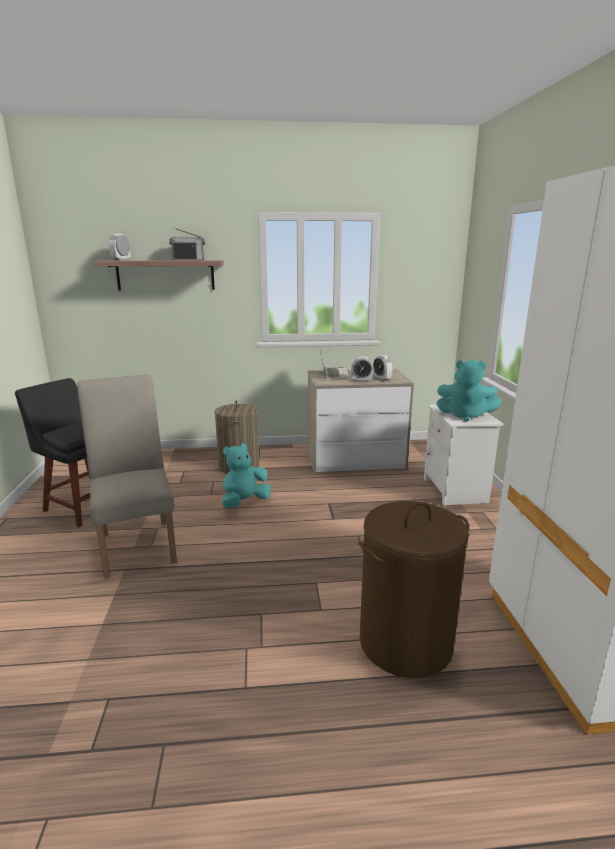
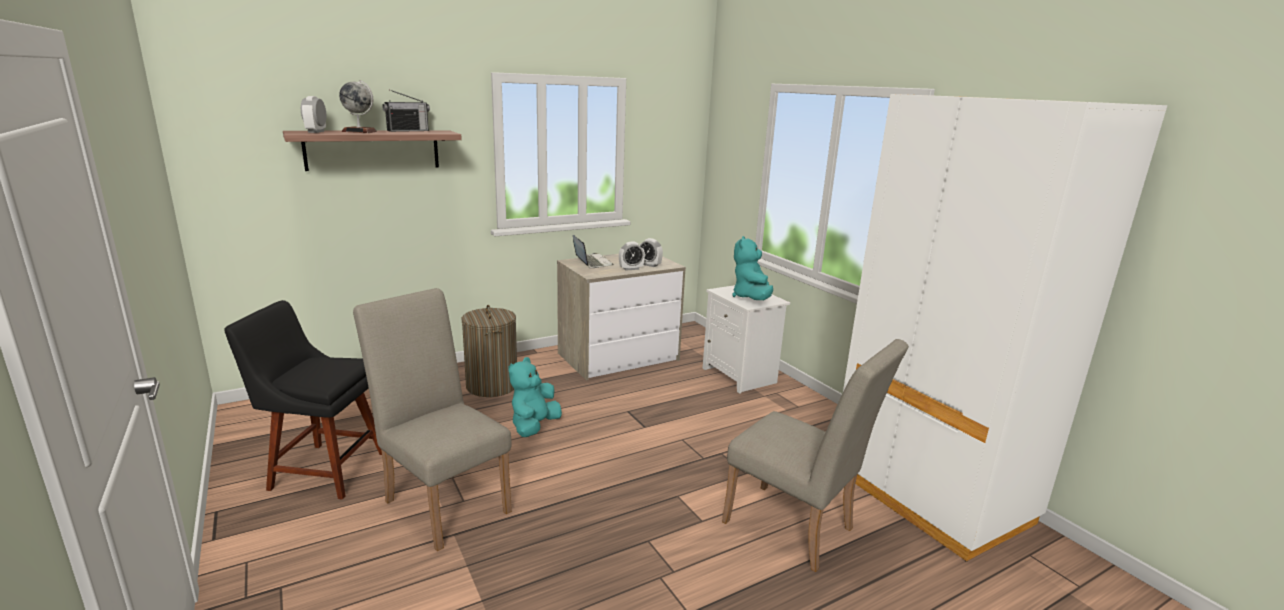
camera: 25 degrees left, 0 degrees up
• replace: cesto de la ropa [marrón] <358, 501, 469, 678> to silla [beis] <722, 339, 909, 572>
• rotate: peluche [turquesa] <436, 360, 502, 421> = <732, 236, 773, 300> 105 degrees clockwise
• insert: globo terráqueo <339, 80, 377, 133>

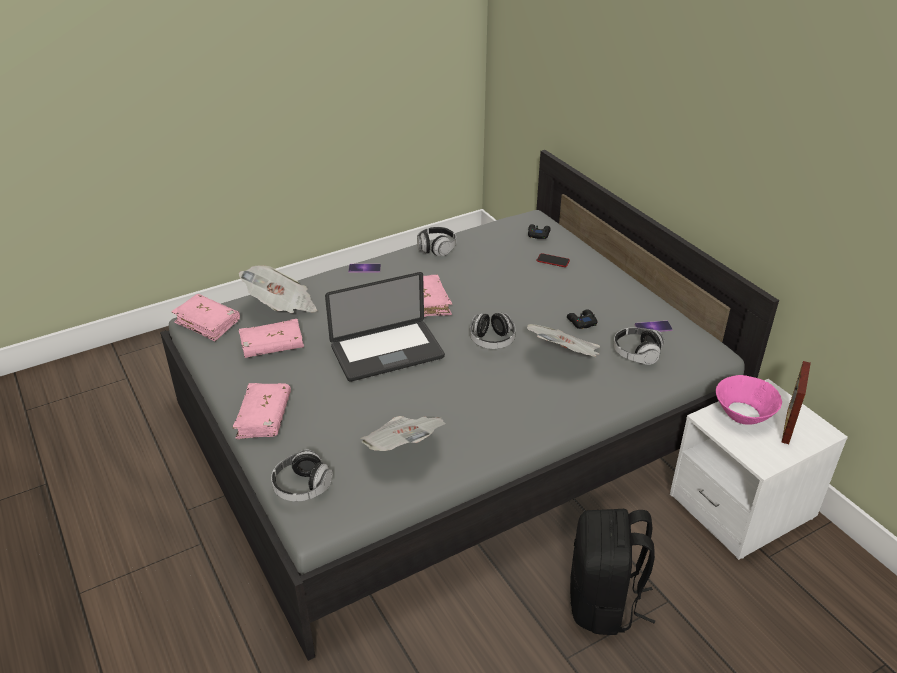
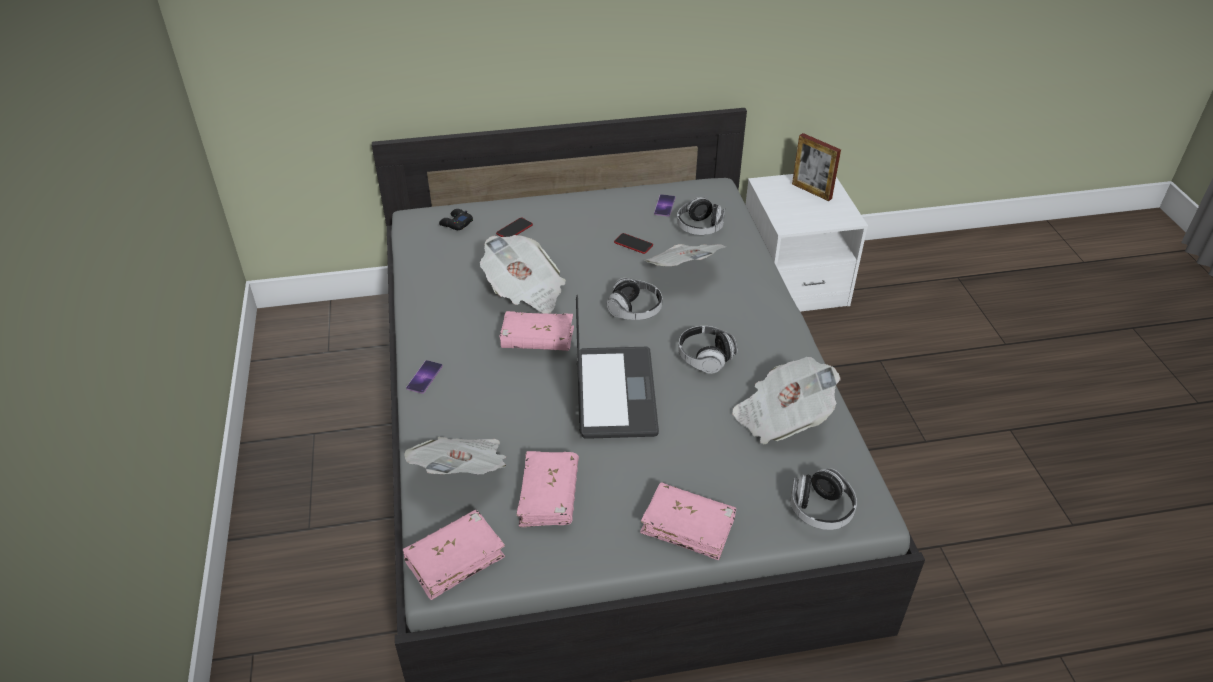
camera: 70 degrees left, 5 degrees up
• move: auriculares <417, 227, 456, 256> to <678, 326, 738, 374>
• replace: mando de consola [negro] <567, 309, 597, 329> to móvil <614, 233, 653, 254>
• delete: mochila [negro] <570, 509, 655, 635>
• delete: cuenco [rosa] <716, 375, 782, 425>
• insert: periódico <480, 235, 566, 314>

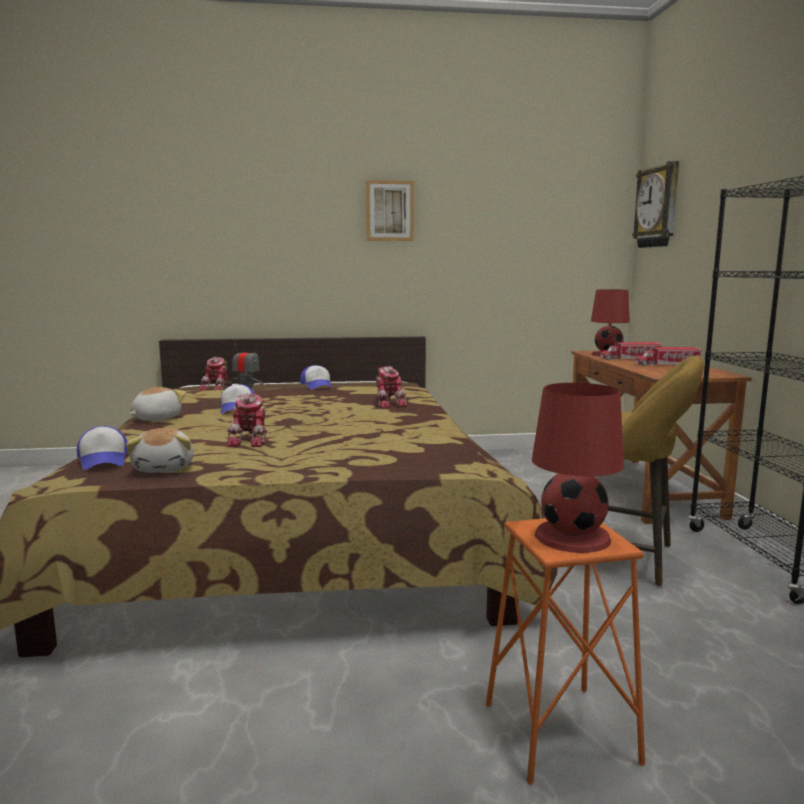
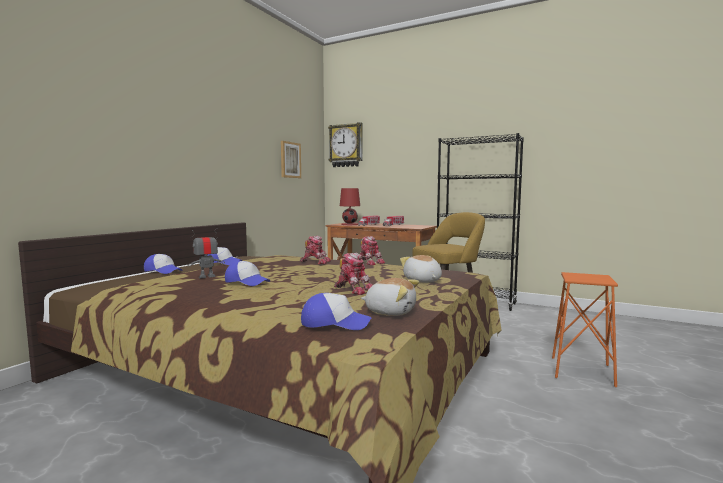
camera: 55 degrees left, 5 degrees down
• move: peluche <130, 387, 186, 421> to <400, 255, 442, 282>
• move: robot de juguete <198, 357, 232, 391> to <360, 236, 385, 265>
• move: cuadro <366, 180, 414, 241> to <281, 141, 301, 178>
• delete: lámpara de mesa [rojo] <532, 383, 624, 553>
• insert: gorra <144, 254, 182, 274>

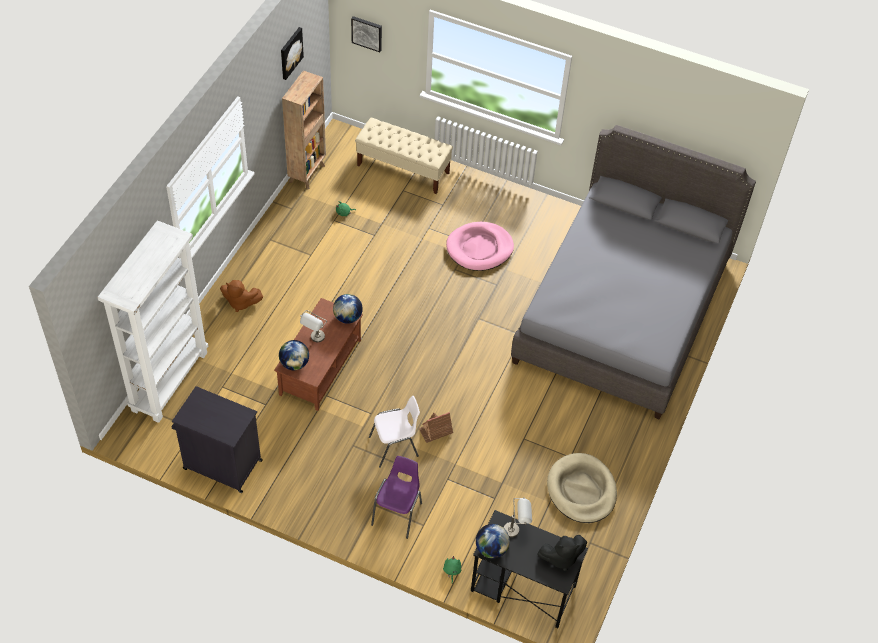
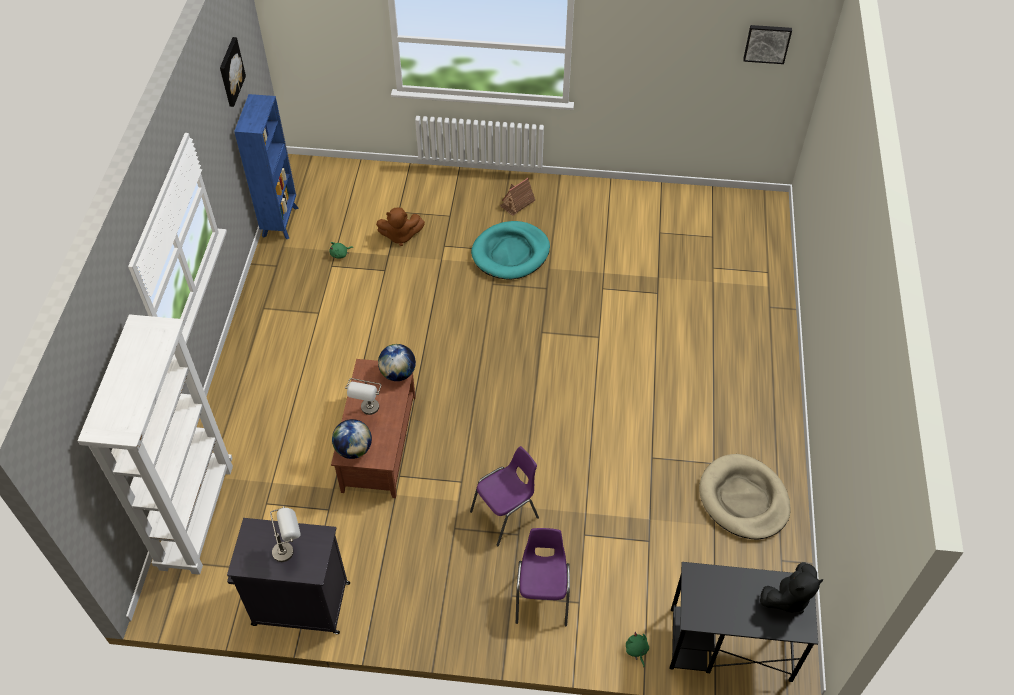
camera: 15 degrees left, 0 degrees up
• move: peluche [marrón] <220, 280, 263, 312> to <376, 207, 425, 246>
• recolor: estantería [marrón] <282, 70, 326, 190> to estantería [azul] <234, 94, 299, 239>
• move: cuadro <351, 16, 382, 52> to <743, 25, 792, 64>
• delete: banco [beis] <355, 117, 453, 194>
• recolor: silla [blanco] <369, 396, 420, 468> to silla [morado] <470, 446, 539, 546>
• move: casita <419, 412, 453, 443> to <500, 178, 535, 216>
• recolor: cama para perro [rosa] <446, 222, 514, 271> to cama para perro [turquesa] <471, 221, 550, 280>
• delete: globo terráqueo <476, 524, 510, 558>
• move: lámpara de mesa [gris] <504, 497, 532, 537> to <270, 506, 301, 562>
• delete: cama [gris] <511, 125, 756, 419>

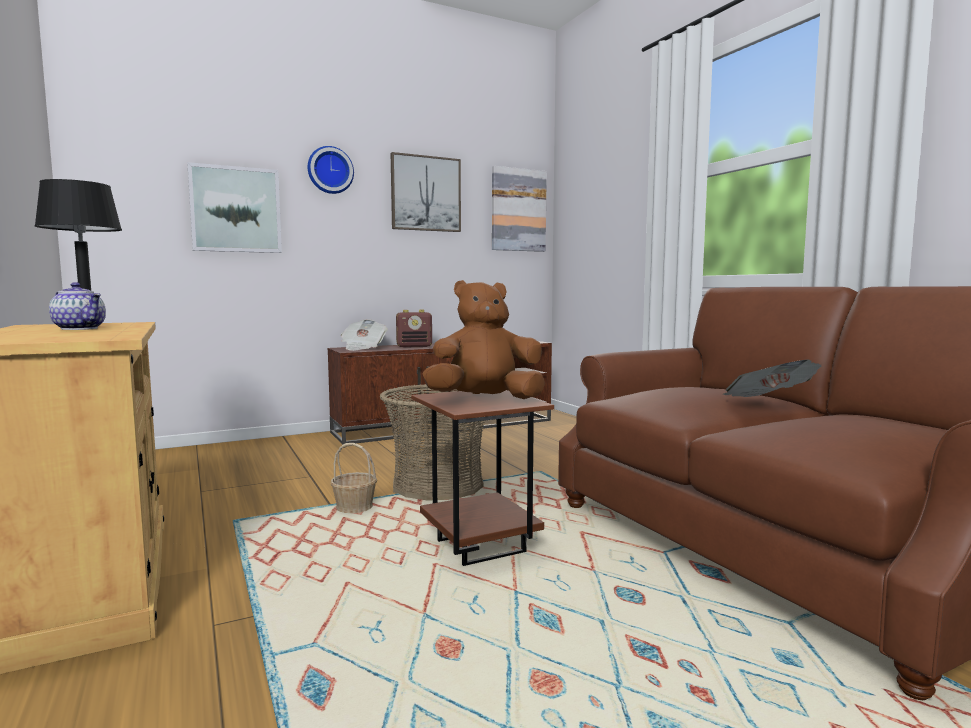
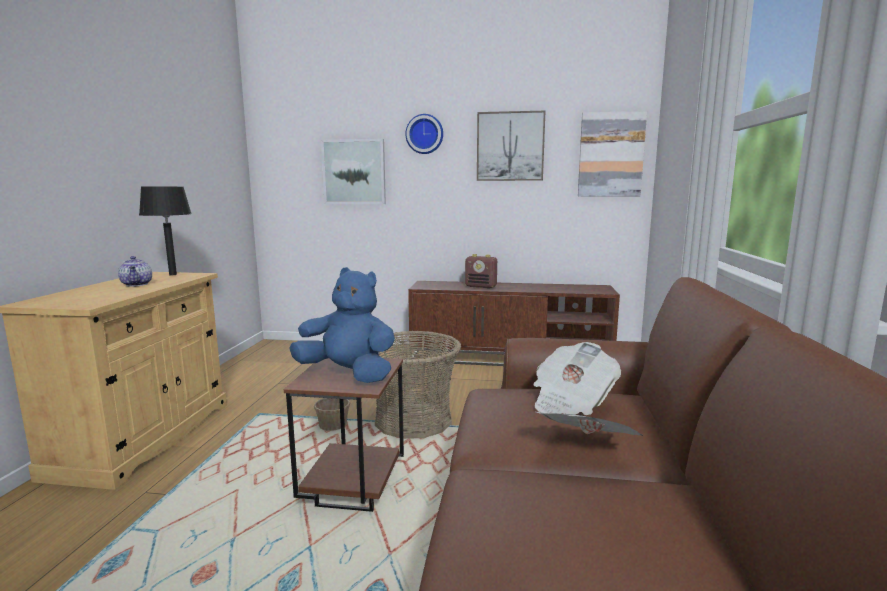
camera: 35 degrees right, 5 degrees up
• move: periódico <341, 319, 388, 351> to <533, 342, 621, 415>
• recolor: peluche [marrón] <422, 280, 545, 399> to peluche [azul] <289, 267, 395, 383>

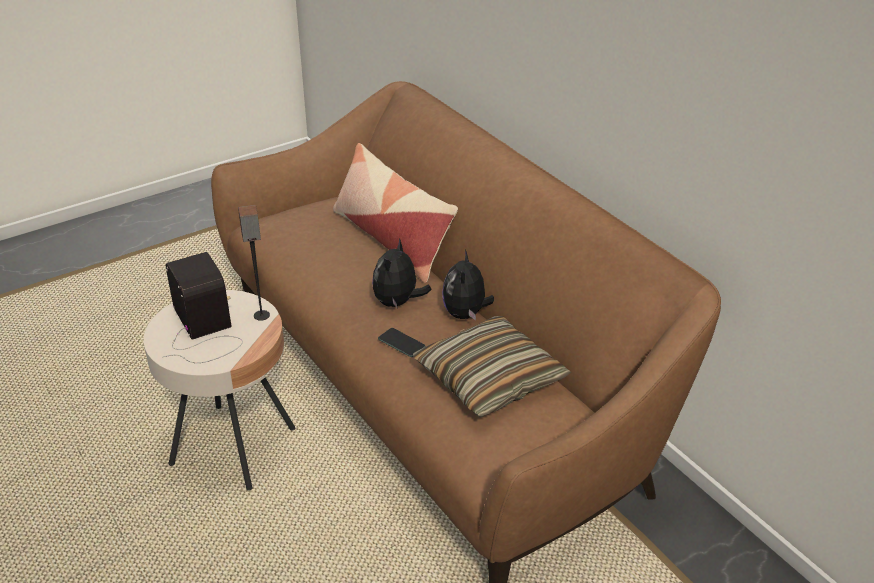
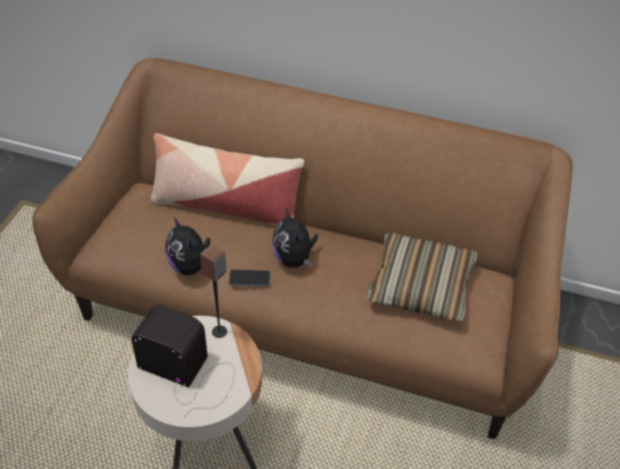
camera: 40 degrees left, 10 degrees up
• move: móvil <378, 328, 426, 357> to <229, 270, 270, 286>
• move: peluche <442, 250, 494, 320> to <165, 217, 210, 275>

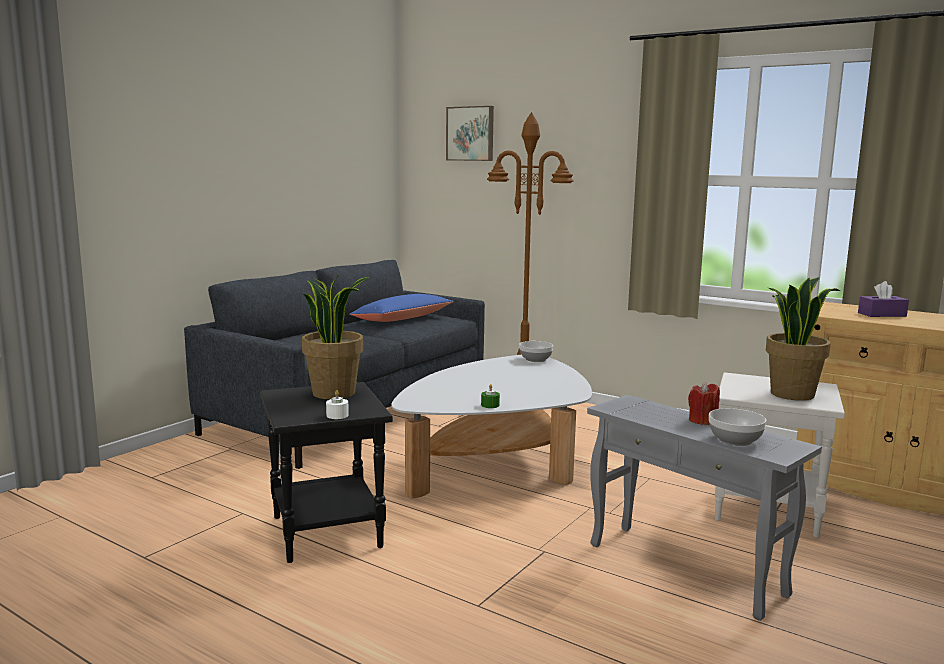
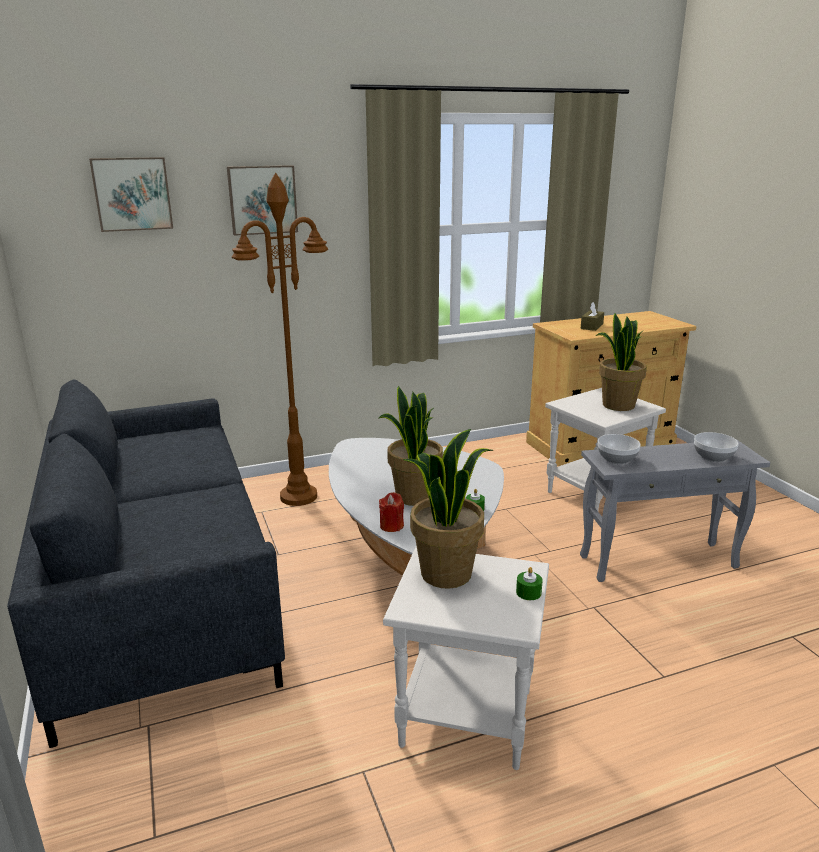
camera: 55 degrees left, 10 degrees up
• recolor: mesa auxiliar [negro] <260, 382, 393, 563> to mesa auxiliar [blanco] <383, 546, 549, 770>
• recolor: vela [blanco] <326, 390, 349, 419> to vela [verde] <516, 567, 543, 600>
• delete: cojín [azul] <349, 294, 454, 322>
• move: cuenco <519, 341, 553, 362> to <598, 434, 641, 464>
• move: vela [rojo] <688, 382, 720, 425> to <379, 492, 404, 532>
• recolor: caja de pañuelos [morado] <858, 281, 909, 317> to caja de pañuelos [marrón] <580, 302, 604, 331>
• insert: cuadro <227, 165, 298, 236>
• insert: planta en maceta <379, 386, 443, 506>

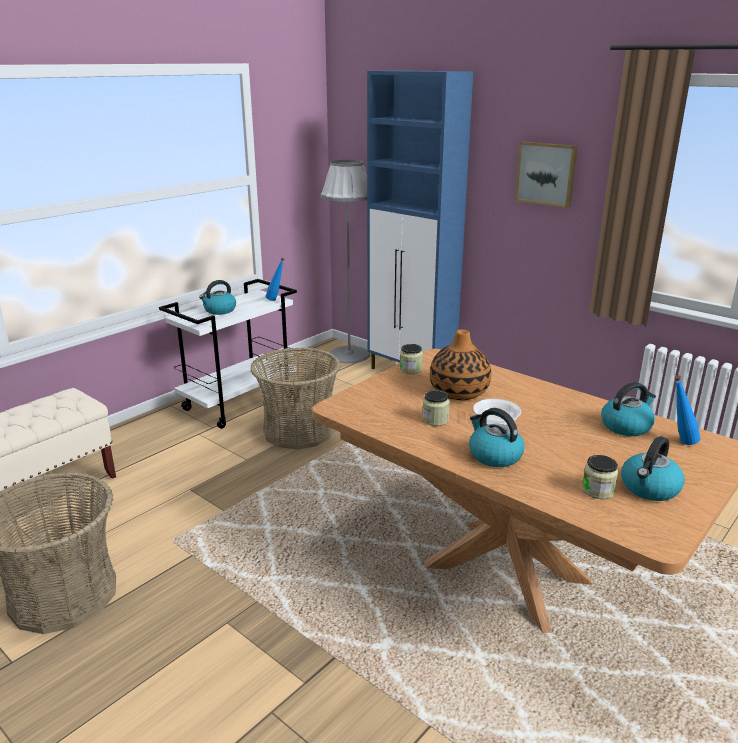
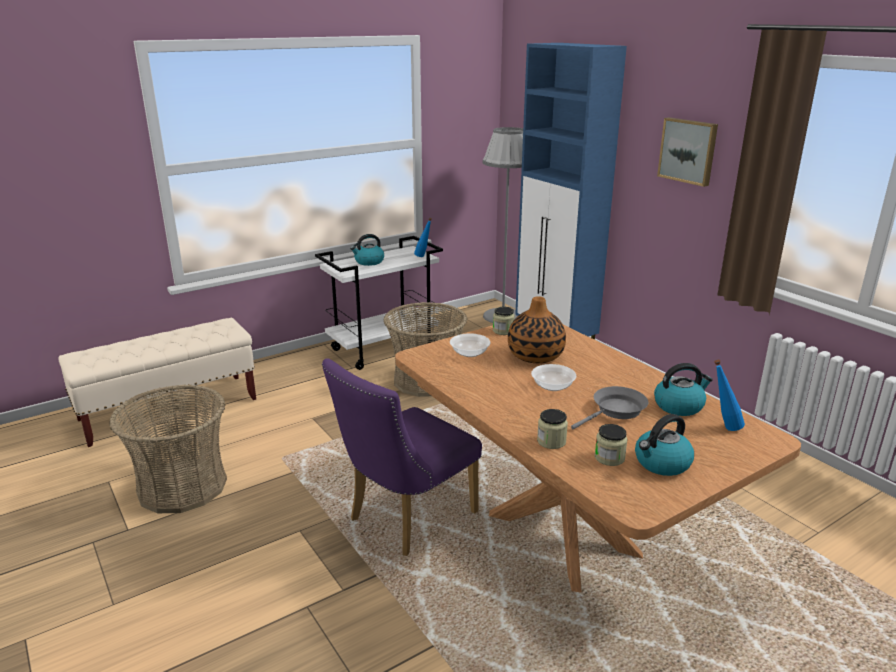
camera: 15 degrees right, 0 degrees up
• move: tarro <422, 390, 450, 426> to <537, 409, 568, 449>
• delete: hervidor <469, 408, 524, 467>
• insert: silla [morado] <322, 358, 482, 556>
• insert: cuenco <450, 333, 490, 357>
• insert: sartén [gris] <571, 386, 648, 429>

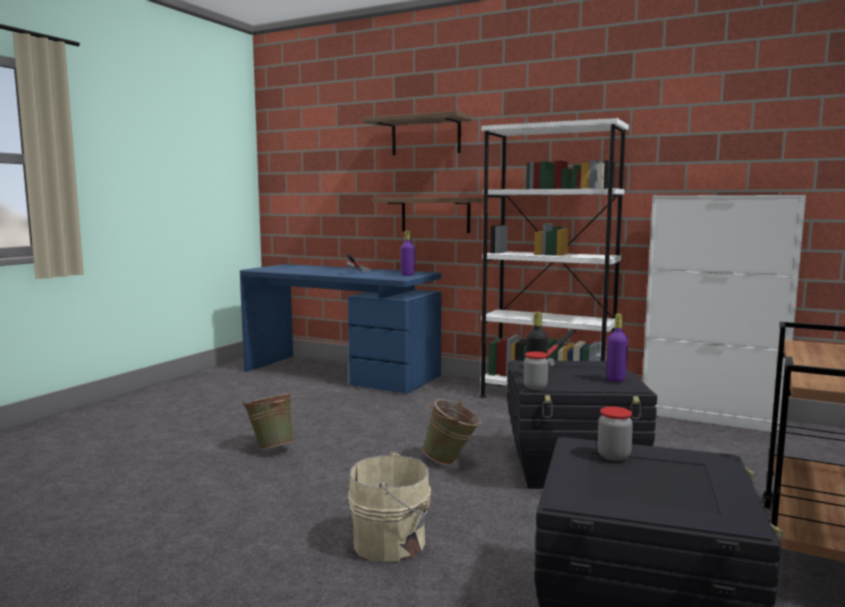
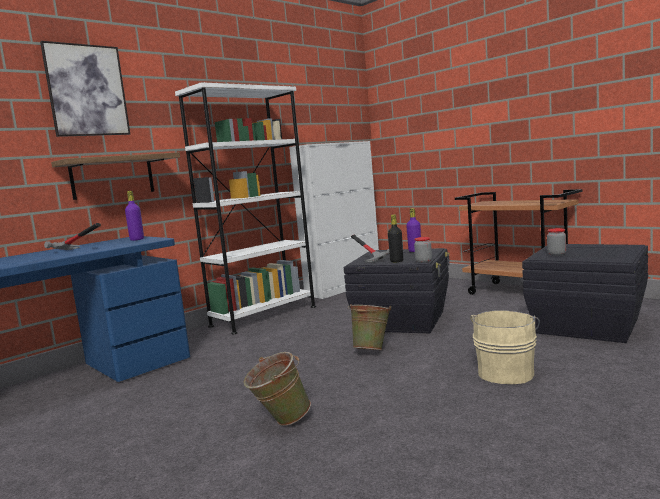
camera: 70 degrees left, 0 degrees up
• replace: estante <362, 111, 473, 155> to cuadro <40, 41, 130, 137>

